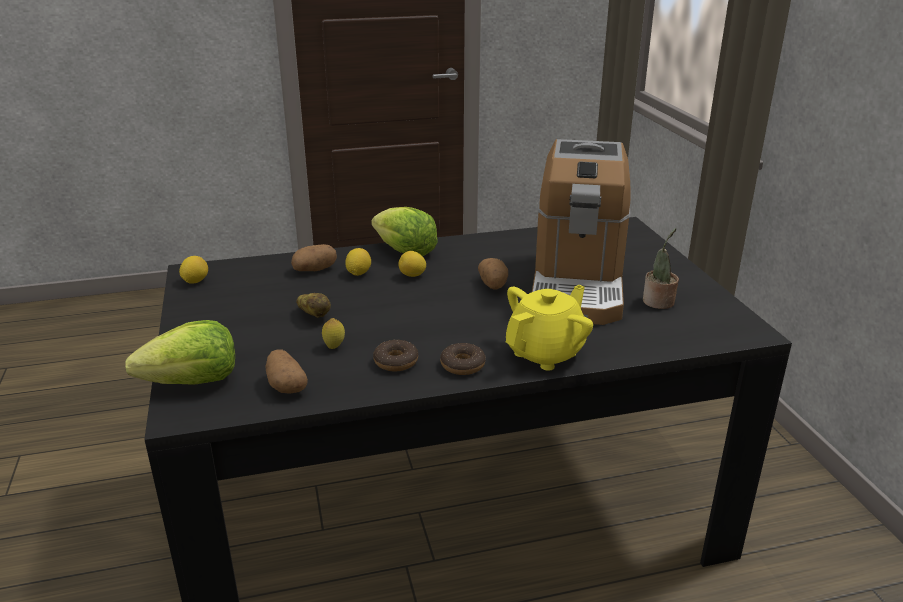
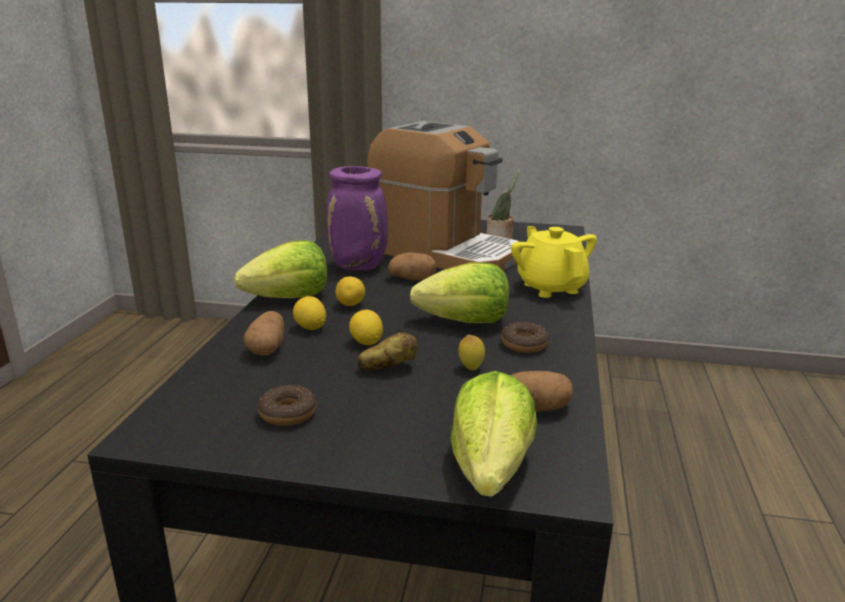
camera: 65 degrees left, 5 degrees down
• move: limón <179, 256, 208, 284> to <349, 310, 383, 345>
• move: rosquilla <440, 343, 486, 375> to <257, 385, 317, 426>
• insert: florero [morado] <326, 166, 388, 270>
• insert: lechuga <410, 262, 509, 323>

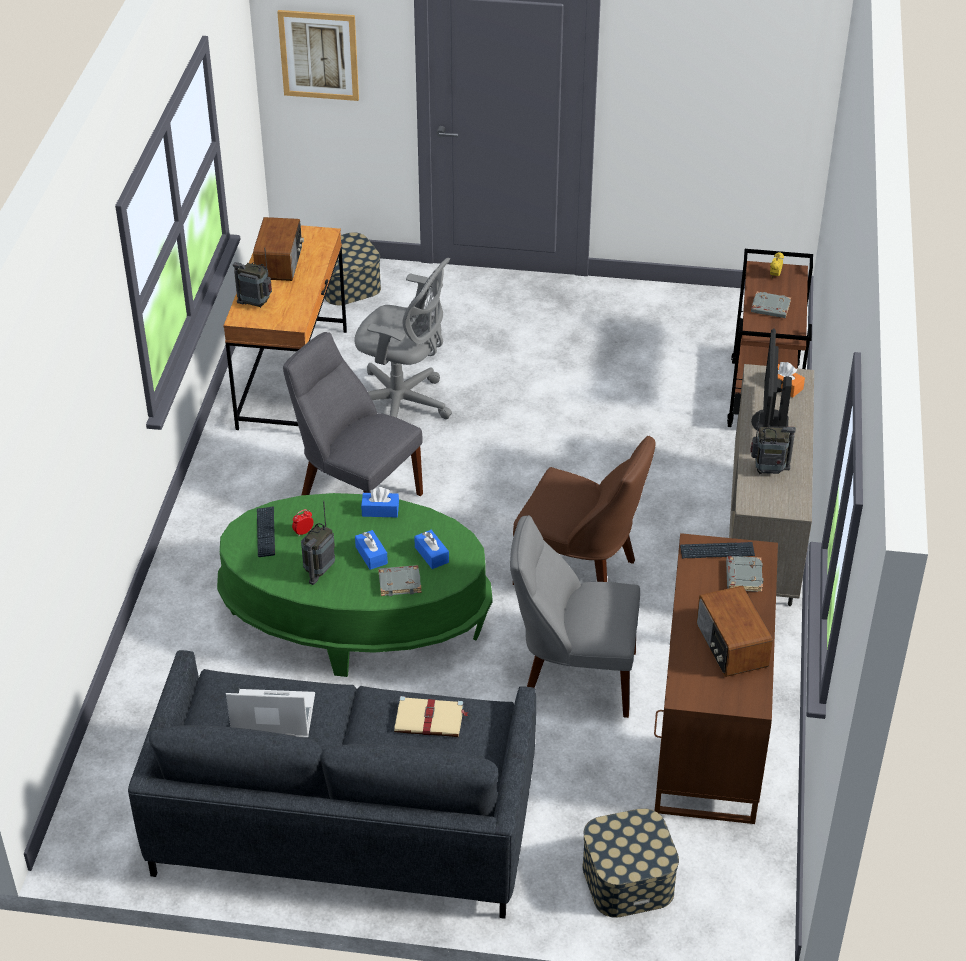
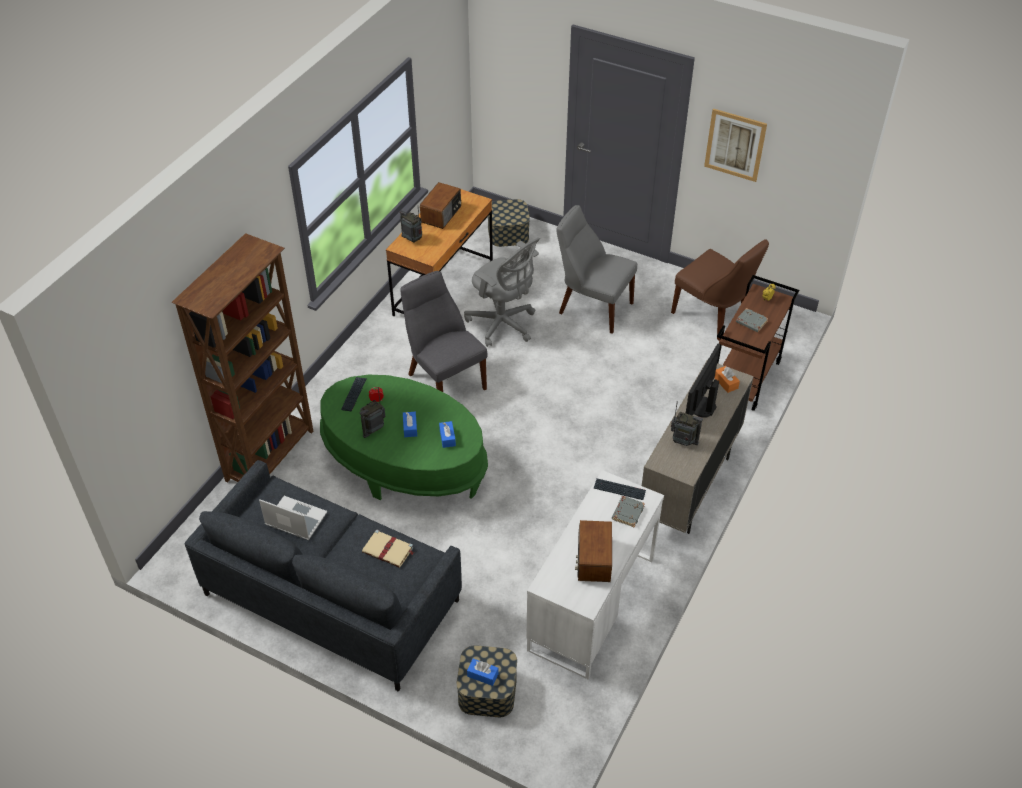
camera: 20 degrees right, 5 degrees up
• move: cuadro <277, 10, 359, 101> to <704, 108, 767, 182>
• move: caja de pañuelos [azul] <361, 487, 399, 517> to <467, 659, 499, 686>
• delete: libro [gris] <378, 565, 422, 596>
• move: silla [gris] <510, 515, 640, 718> to <556, 205, 637, 334>
• move: silla [marrón] <513, 436, 655, 585> to <671, 239, 769, 341>
• recolor: escritorio [marrón] <654, 533, 778, 824> to escritorio [blanco] <526, 470, 664, 679>
• insert: estantería [marrón] <171, 233, 314, 482>

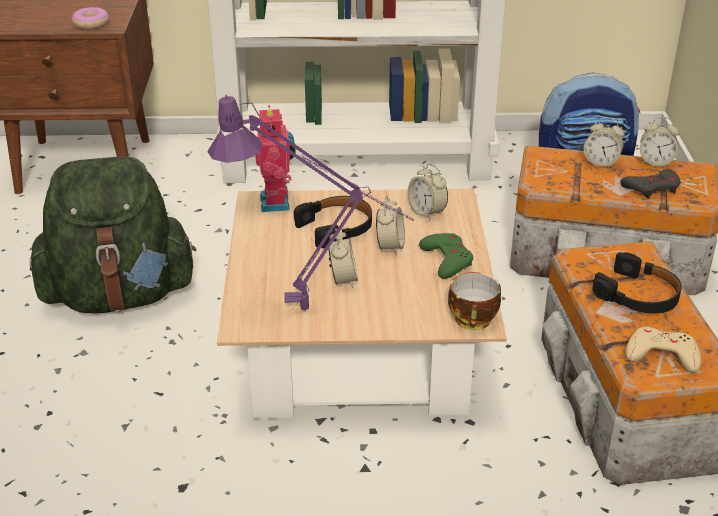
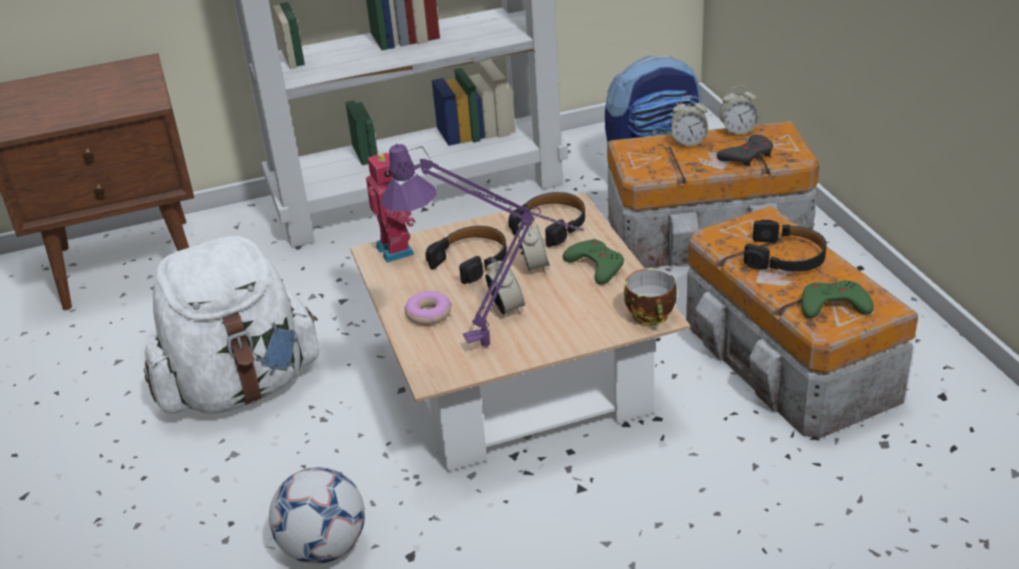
camera: 15 degrees left, 0 degrees up
• recolor: mochila [verde] <30, 156, 197, 313> to mochila [blanco] <144, 236, 320, 414>
• move: rosquilla <72, 7, 109, 29> to <404, 291, 452, 325>
• replace: despertador <408, 164, 448, 220> to auriculares [negro] <508, 192, 585, 247>
• recolor: mando de consola [beis] <625, 327, 701, 373> to mando de consola [verde] <801, 281, 874, 318>
• insert: balón de fútbol <269, 467, 365, 564>

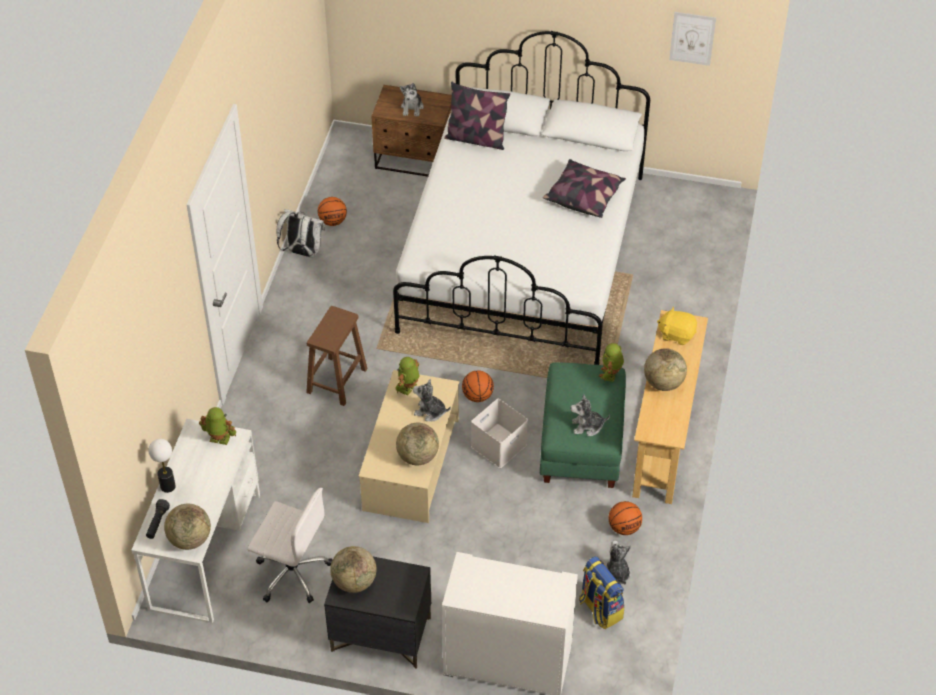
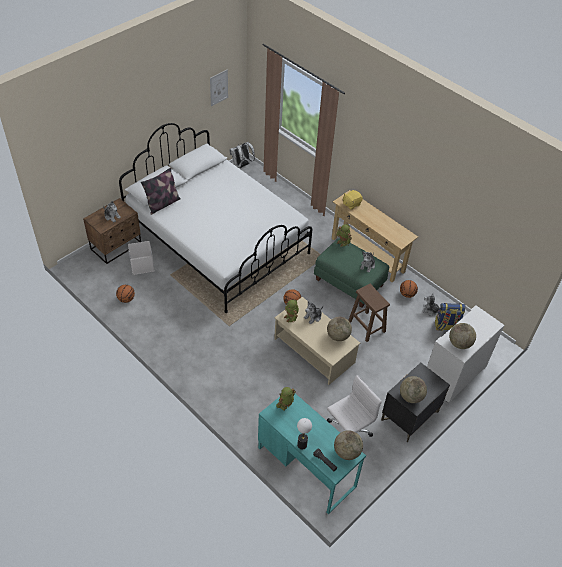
camera: 60 degrees left, 0 degrees up
• recolor: escritorio [blanco] <131, 419, 260, 623> to escritorio [turquesa] <258, 393, 366, 514>
• move: mochila [blanco] <276, 209, 325, 258> to <229, 142, 255, 168>
• move: taburete [marrón] <306, 306, 368, 406> to <348, 284, 390, 342>
• move: caja de almacenaje [blanco] <471, 399, 528, 468> to <128, 241, 155, 275>
• delete: cojín <543, 159, 626, 218>
• move: globo terráqueo <644, 348, 687, 391> to <449, 323, 476, 349>

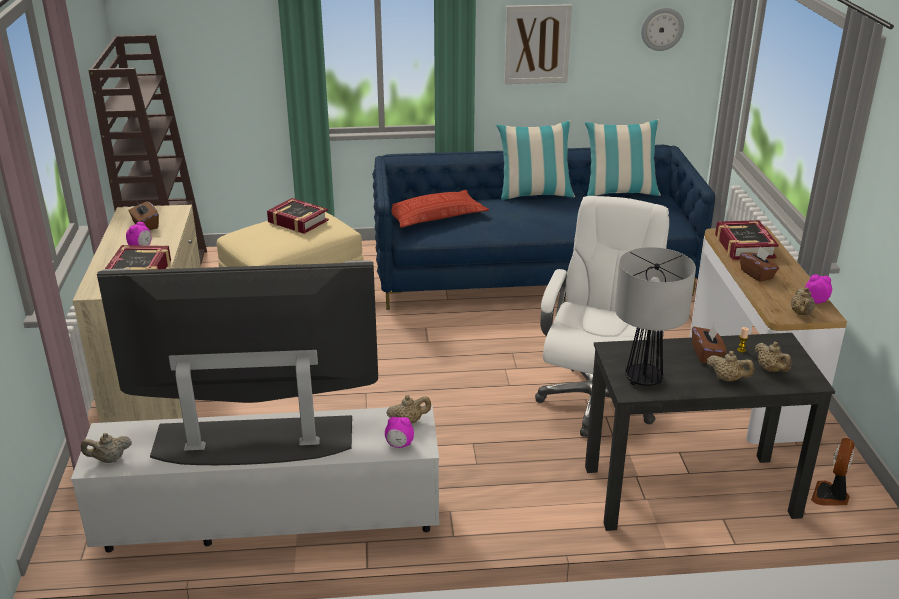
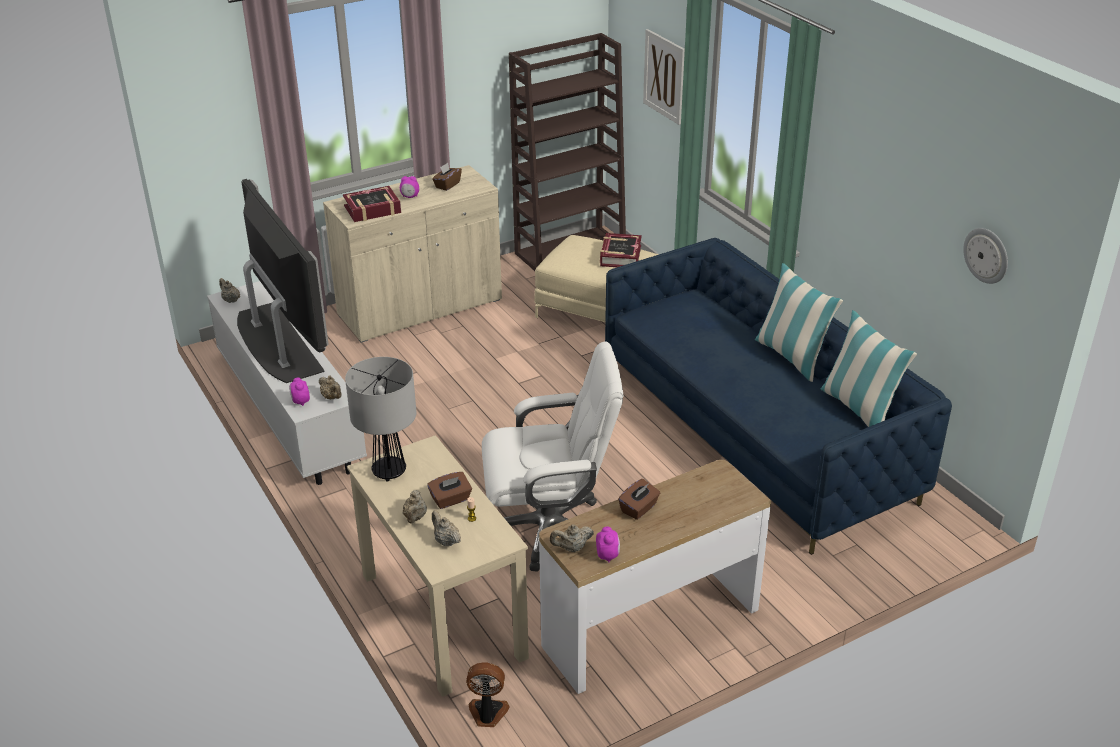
camera: 65 degrees right, 5 degrees up
• delete: cojín <391, 190, 489, 228>
• move: cuadro <504, 4, 572, 84> to <643, 29, 685, 125>
• recolor: escritorio [negro] <585, 333, 835, 531> to escritorio [beis] <347, 435, 529, 697>
• delete: libro <715, 220, 779, 260>
• rotate: tetera [beis] <755, 342, 792, 372> = <432, 510, 461, 546> 105 degrees clockwise

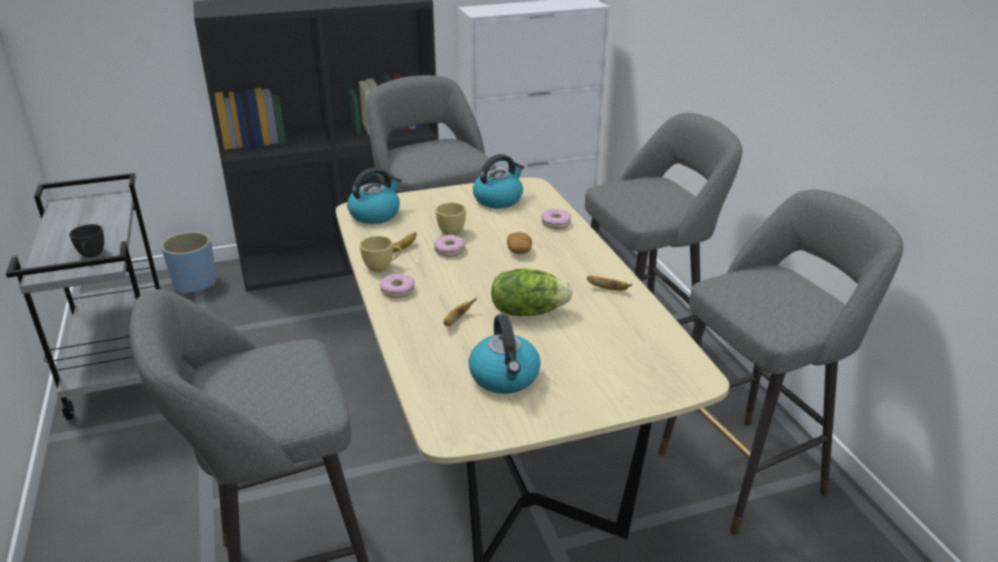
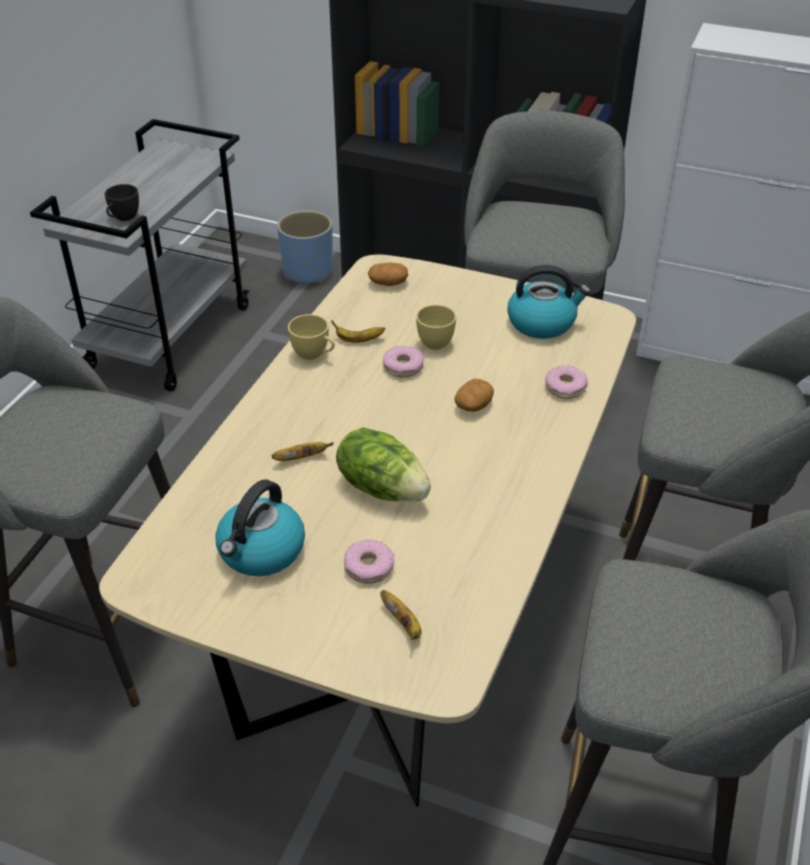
camera: 40 degrees right, 10 degrees up
• replace: hervidor <347, 168, 401, 224> to patata <368, 263, 408, 286>
• move: rosquilla <380, 273, 415, 298> to <344, 540, 395, 584>
• move: plátano <587, 276, 632, 291> to <380, 590, 421, 640>

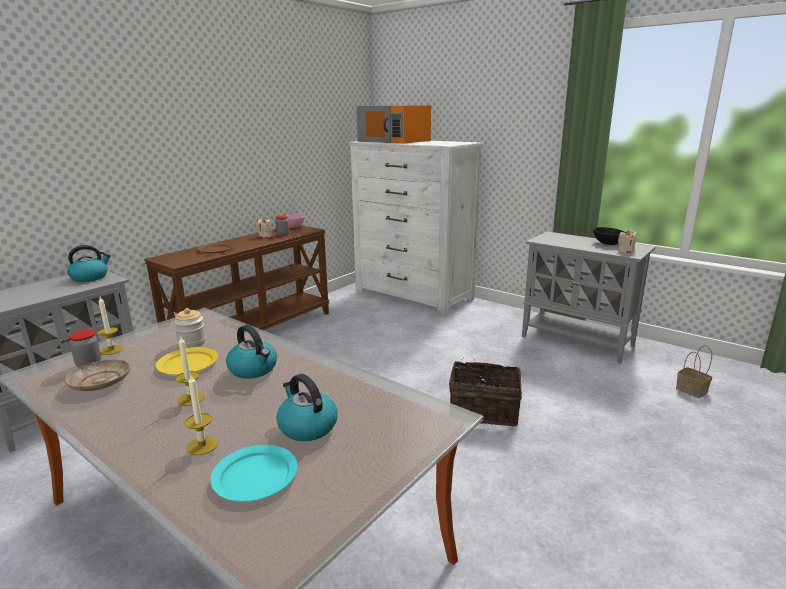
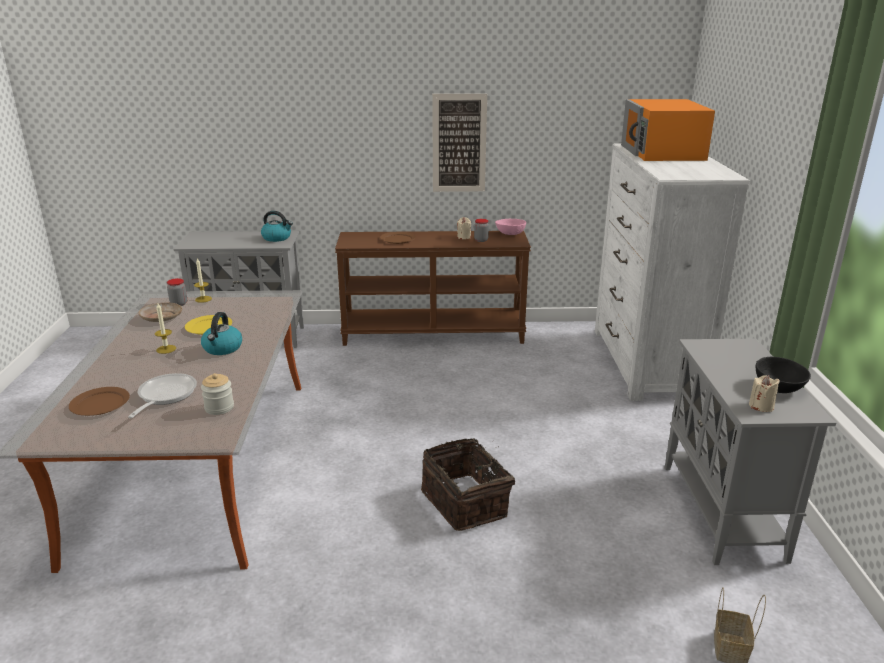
camera: 50 degrees right, 5 degrees up
• move: tarro <174, 308, 206, 348> to <201, 373, 234, 415>
• delete: vela <184, 375, 218, 455>
• recolor: plato [turquesa] <210, 445, 298, 502> to plato [marrón] <69, 387, 130, 416>
• replace: hervidor <276, 374, 338, 441> to sartén <128, 373, 197, 418>
• insert: cuadro <432, 94, 487, 192>

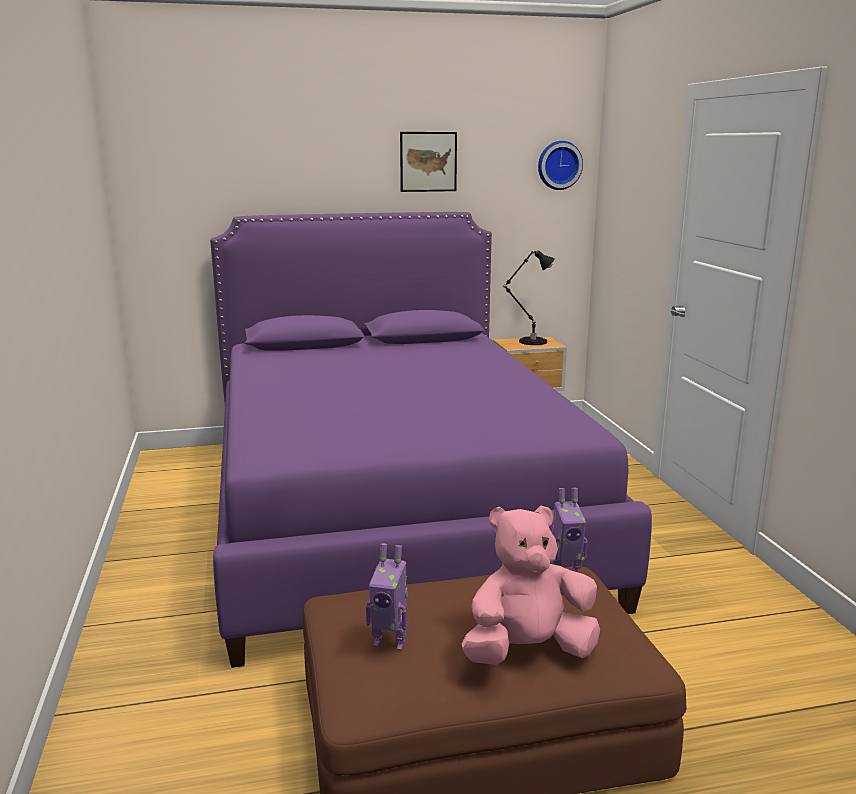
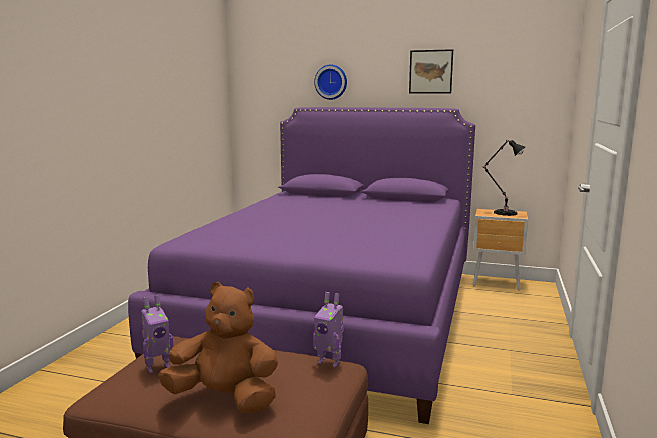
camera: 30 degrees right, 5 degrees down
• rotate: robot de juguete <366, 544, 408, 650> = <141, 295, 174, 373> 75 degrees counterclockwise
• recolor: peluche [rosa] <462, 506, 600, 665> to peluche [marrón] <158, 282, 278, 413>
• move: reloj de pared <538, 141, 583, 190> to <314, 64, 347, 100>

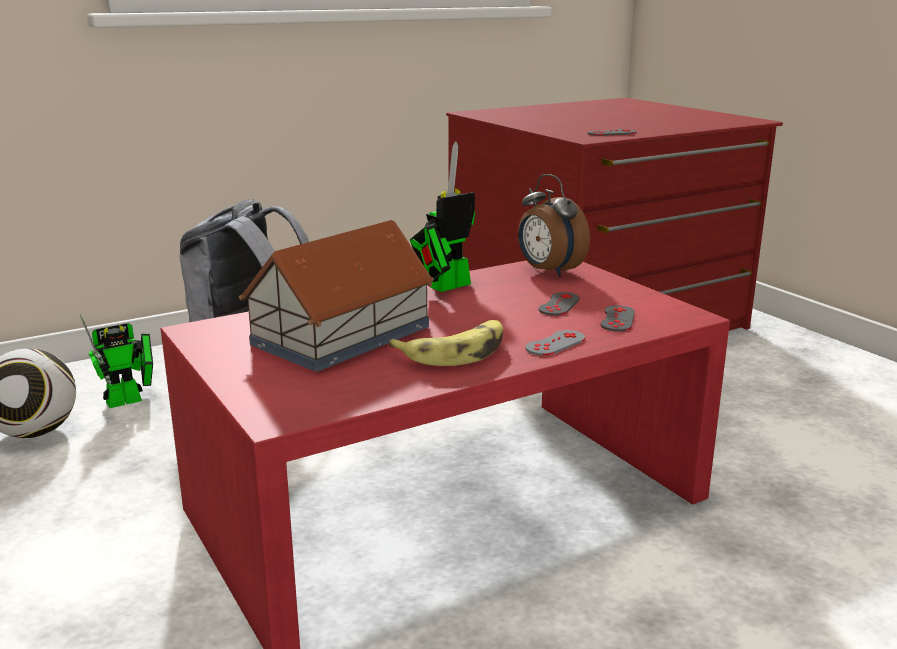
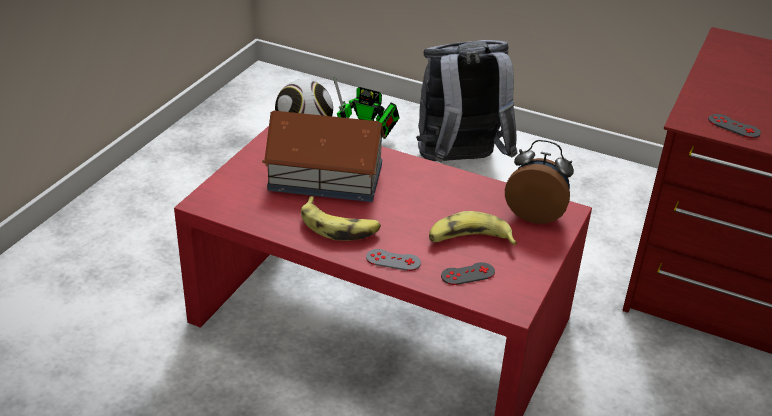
camera: 55 degrees right, 15 degrees up
• delete: robot de juguete <410, 141, 475, 292>
• rotate: despertador <518, 174, 590, 277> = <505, 140, 574, 224> 90 degrees clockwise
• replace: mando de consola [gris] <539, 292, 580, 316> to plátano <429, 211, 517, 245>

